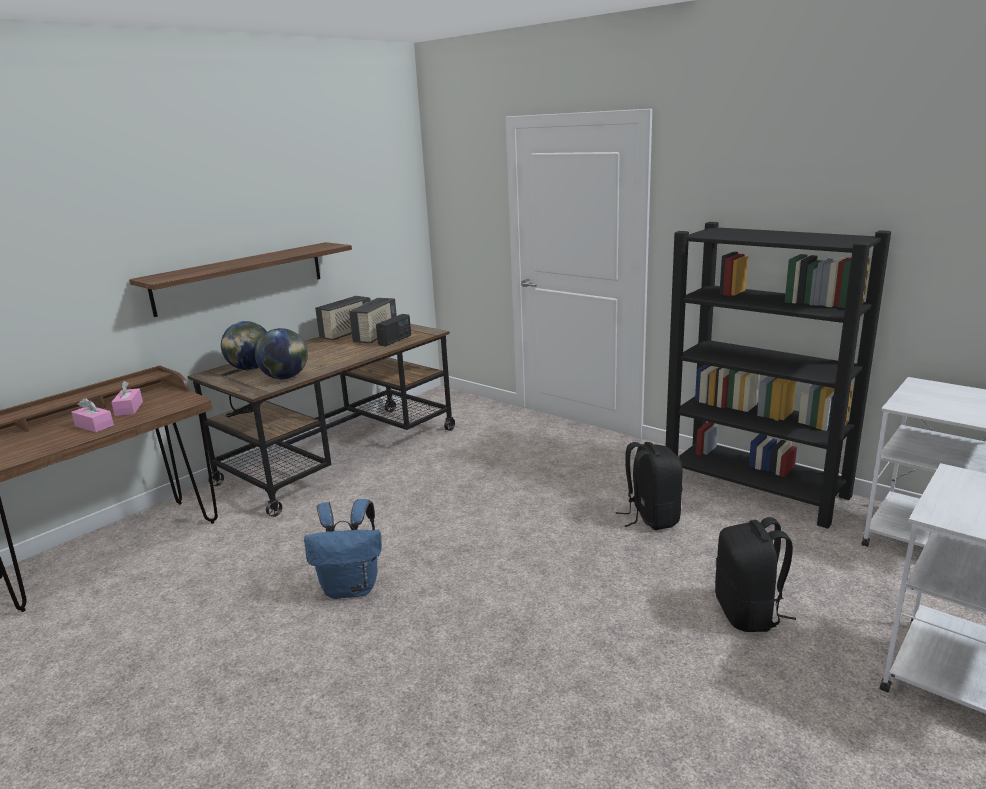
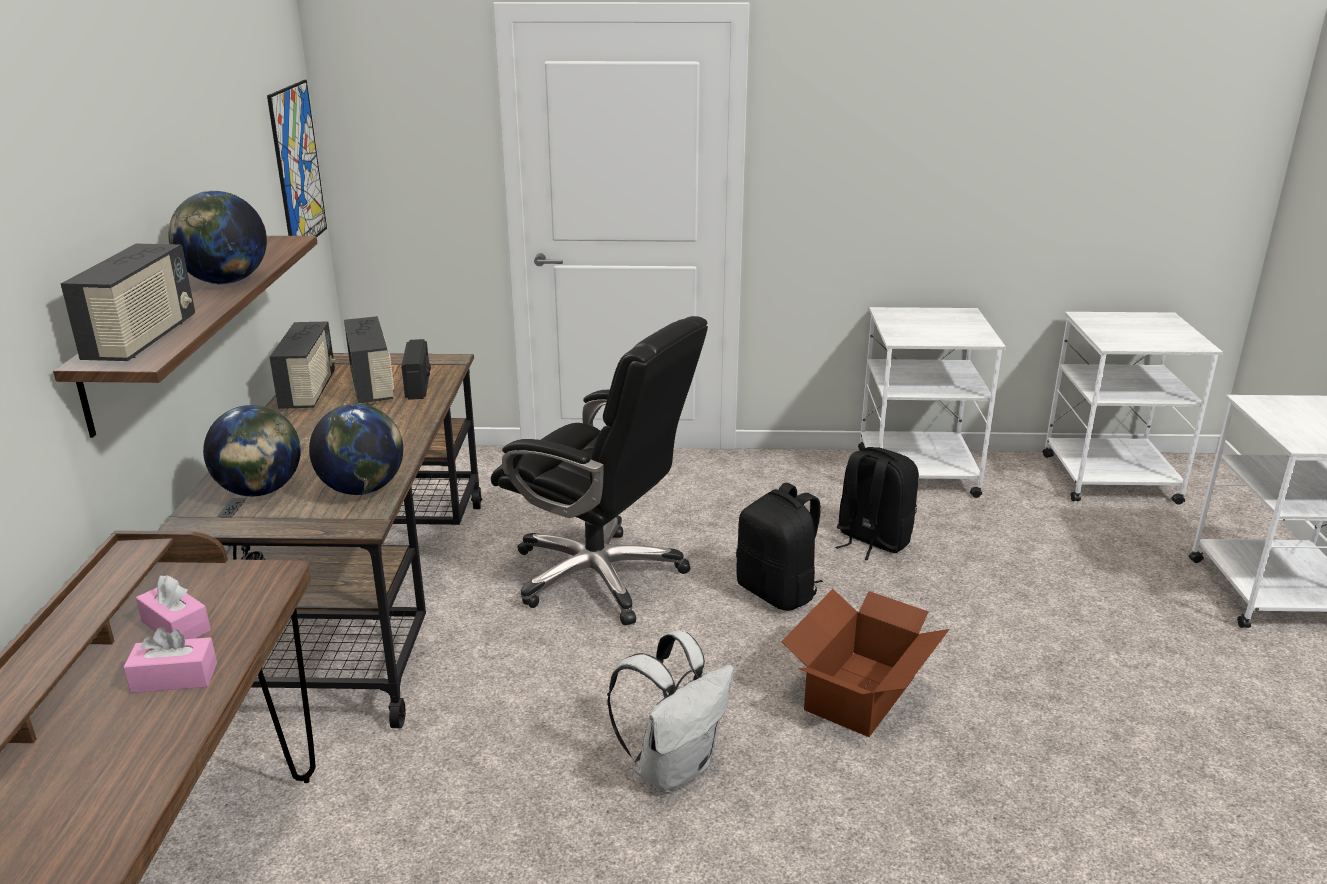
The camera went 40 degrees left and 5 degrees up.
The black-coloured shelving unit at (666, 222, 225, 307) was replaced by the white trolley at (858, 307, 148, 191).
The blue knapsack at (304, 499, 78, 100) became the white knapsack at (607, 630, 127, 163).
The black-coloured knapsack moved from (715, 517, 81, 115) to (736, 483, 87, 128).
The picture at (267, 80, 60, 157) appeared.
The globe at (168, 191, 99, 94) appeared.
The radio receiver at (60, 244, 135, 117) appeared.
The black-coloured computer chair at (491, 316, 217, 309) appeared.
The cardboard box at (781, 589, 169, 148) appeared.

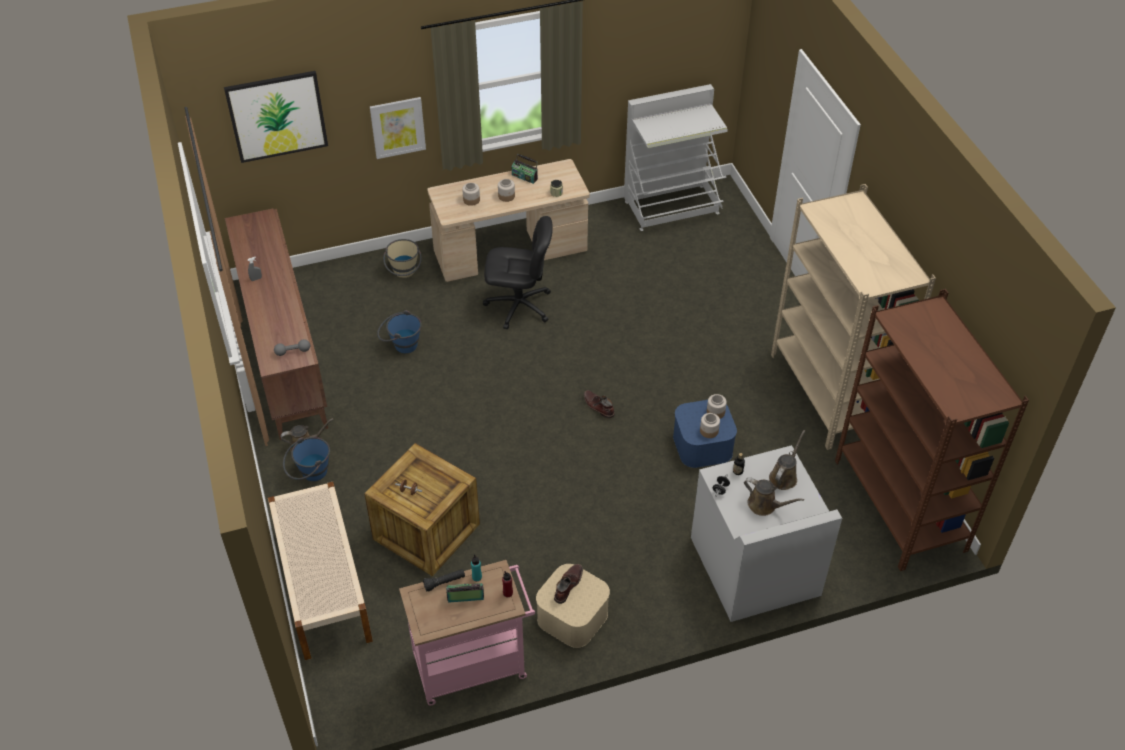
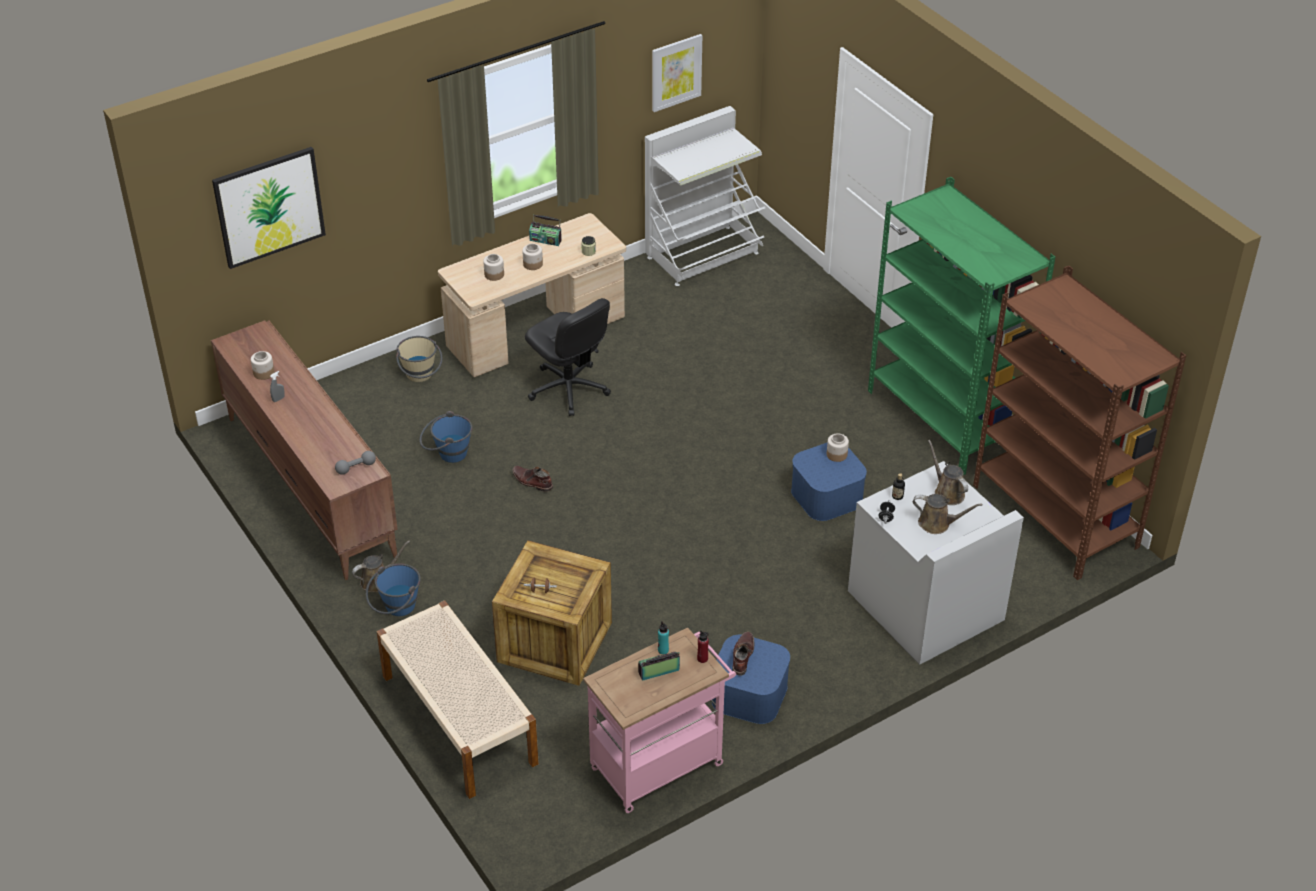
The camera went 15 degrees left and 5 degrees down.
The picture moved from (370, 97, 56, 62) to (652, 34, 50, 78).
The beige-coloured shelving unit at (771, 184, 165, 266) became the greenish shelving unit at (868, 177, 187, 298).
The black-coloured computer chair at (483, 216, 70, 114) turned 60 degrees clockwise.
The brown high-top boot moved from (584, 390, 31, 29) to (512, 466, 41, 26).
The storage jar moved from (700, 413, 20, 25) to (251, 351, 23, 29).
The brown watering can at (769, 430, 36, 60) turned 45 degrees counterclockwise.
The beige-coloured storage bin at (536, 564, 74, 84) became the blue storage bin at (712, 635, 78, 89).
The black-coloured torch at (423, 569, 42, 23) disappeared.

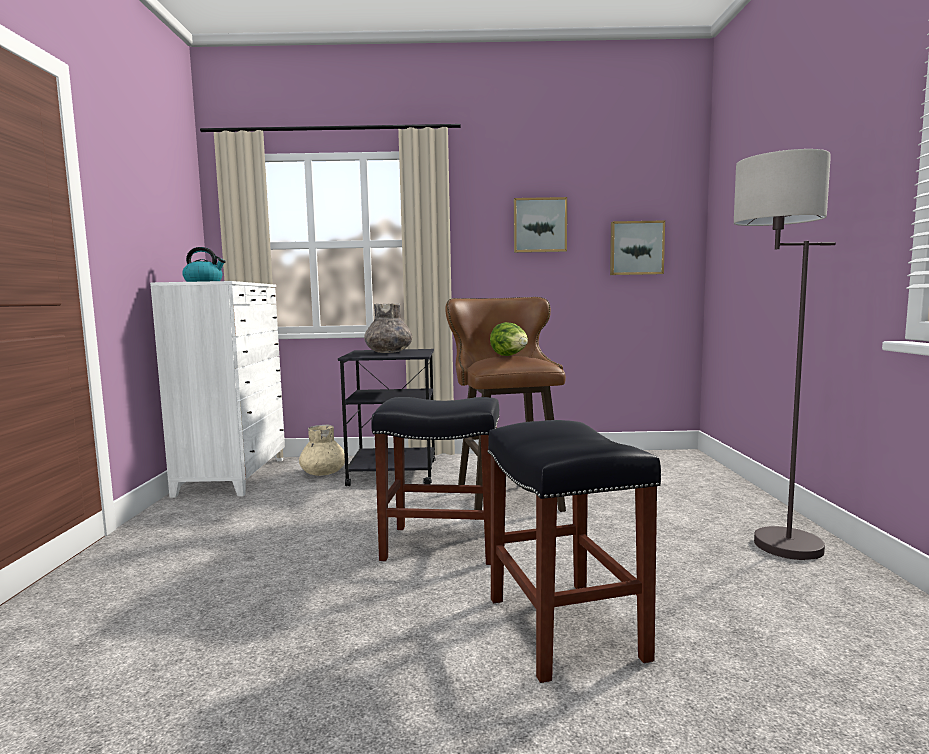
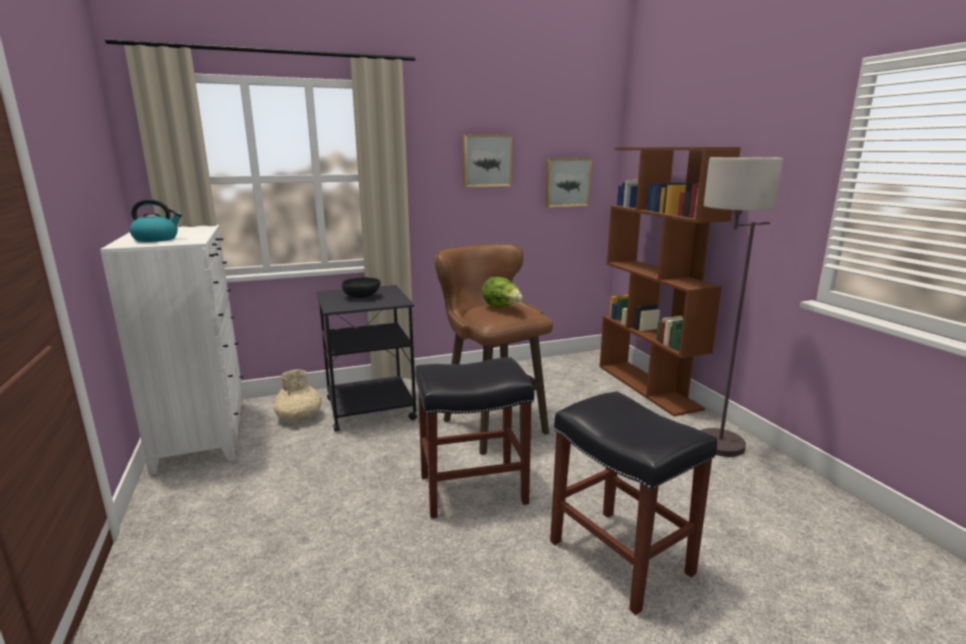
The camera went 20 degrees left and 10 degrees up.
The greyish vase at (364, 303, 48, 50) was replaced by the black-coloured deep dish at (342, 277, 39, 21).
The brown shelving unit at (600, 147, 141, 269) appeared.

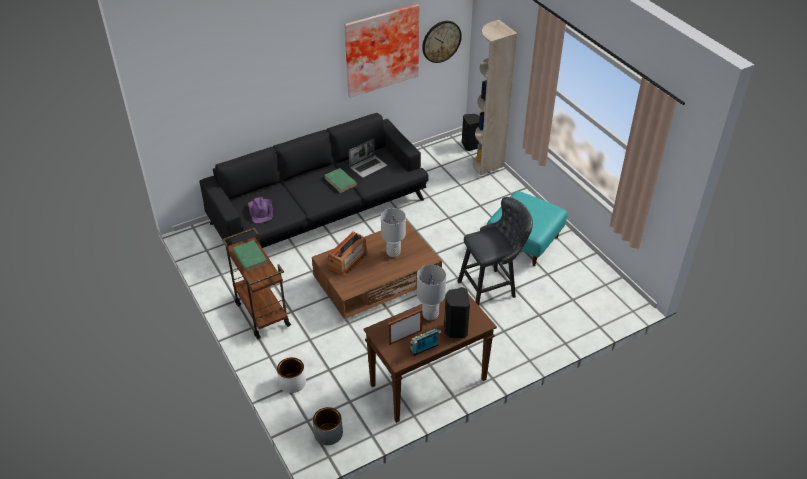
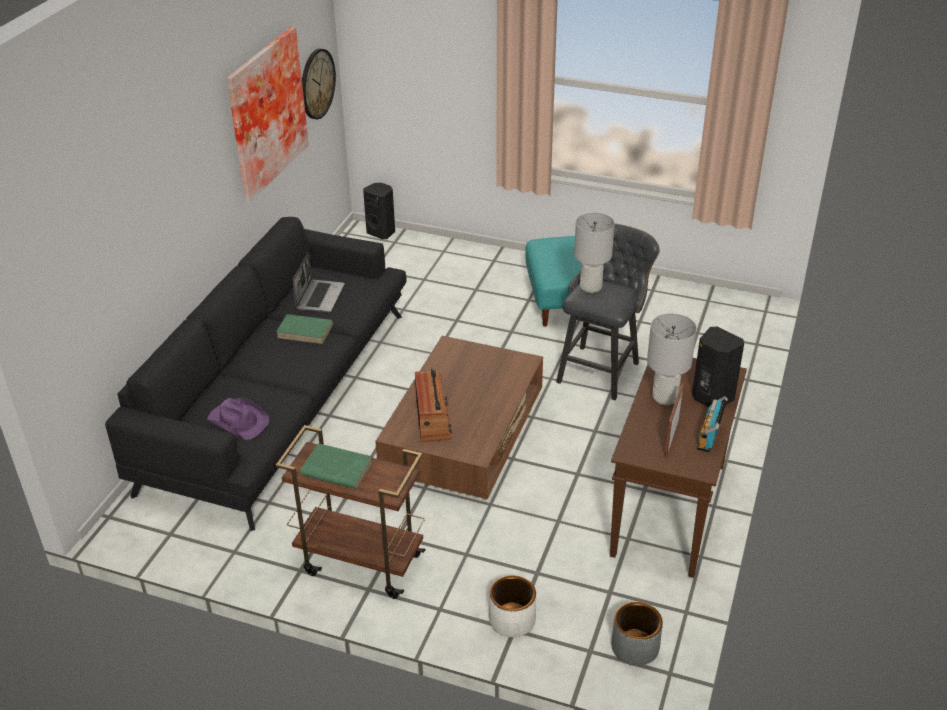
The camera went 40 degrees left and 5 degrees down.
The beige-coloured shelving unit at (473, 20, 44, 155) disappeared.
The greyish lamp for a table moved from (381, 208, 25, 49) to (574, 213, 41, 80).

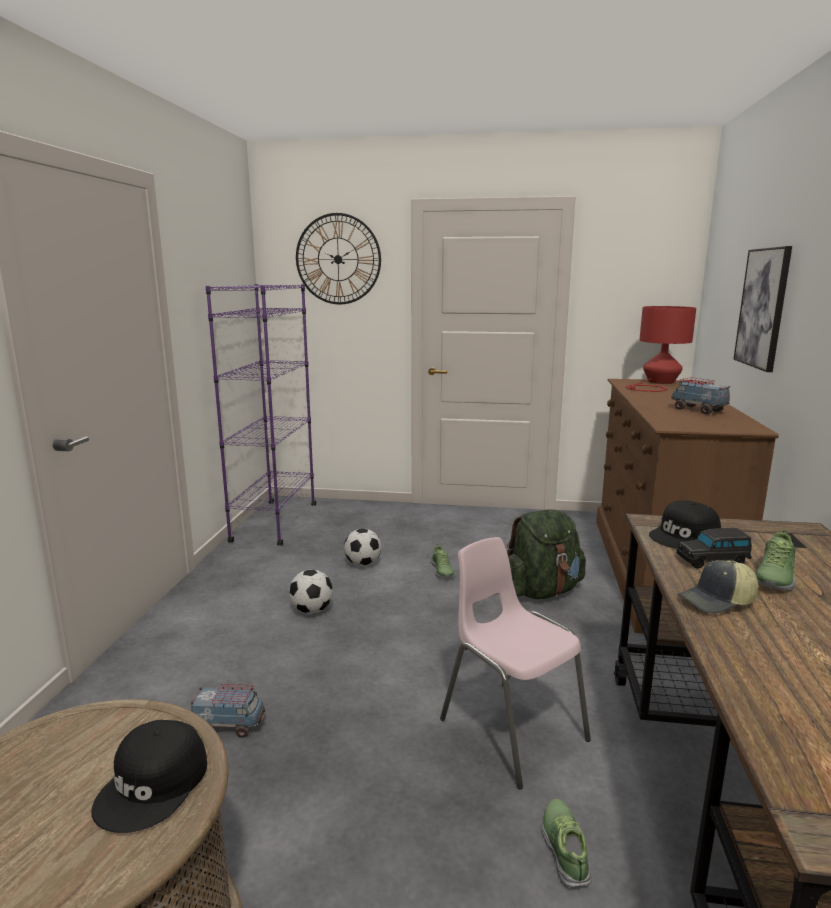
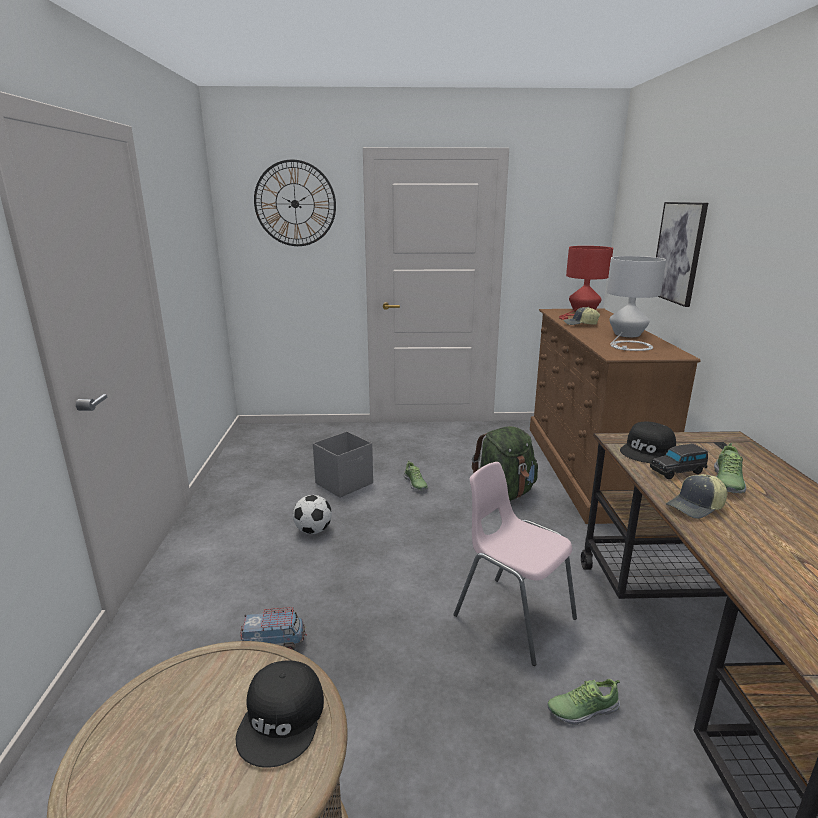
The camera went 10 degrees left and 5 degrees up.
The purplish shelving unit at (206, 284, 110, 262) disappeared.
The toy truck at (671, 377, 59, 37) was replaced by the greyish lamp for a table at (607, 256, 59, 95).
The ball for football at (344, 528, 37, 38) was replaced by the greyish storage bin at (313, 431, 60, 67).
The low shoe at (542, 799, 50, 89) turned 90 degrees counterclockwise.
The peaked cap at (564, 307, 36, 18) appeared.

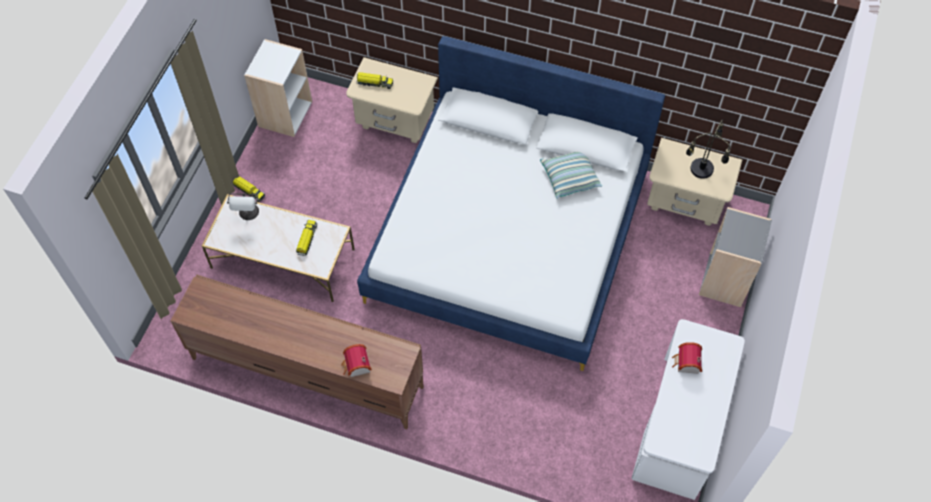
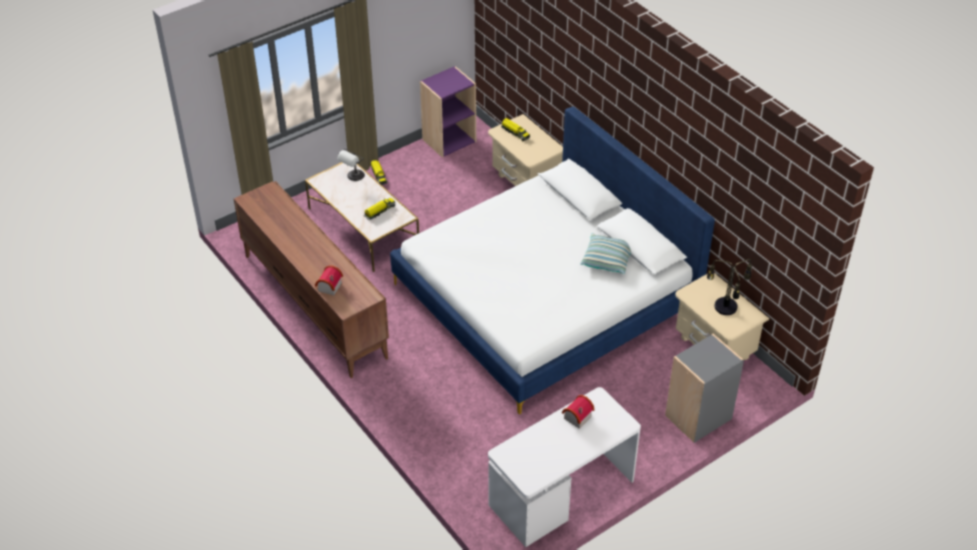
The camera went 35 degrees right and 15 degrees down.
The white shelving unit at (244, 39, 68, 98) became the purplish shelving unit at (420, 66, 56, 91).

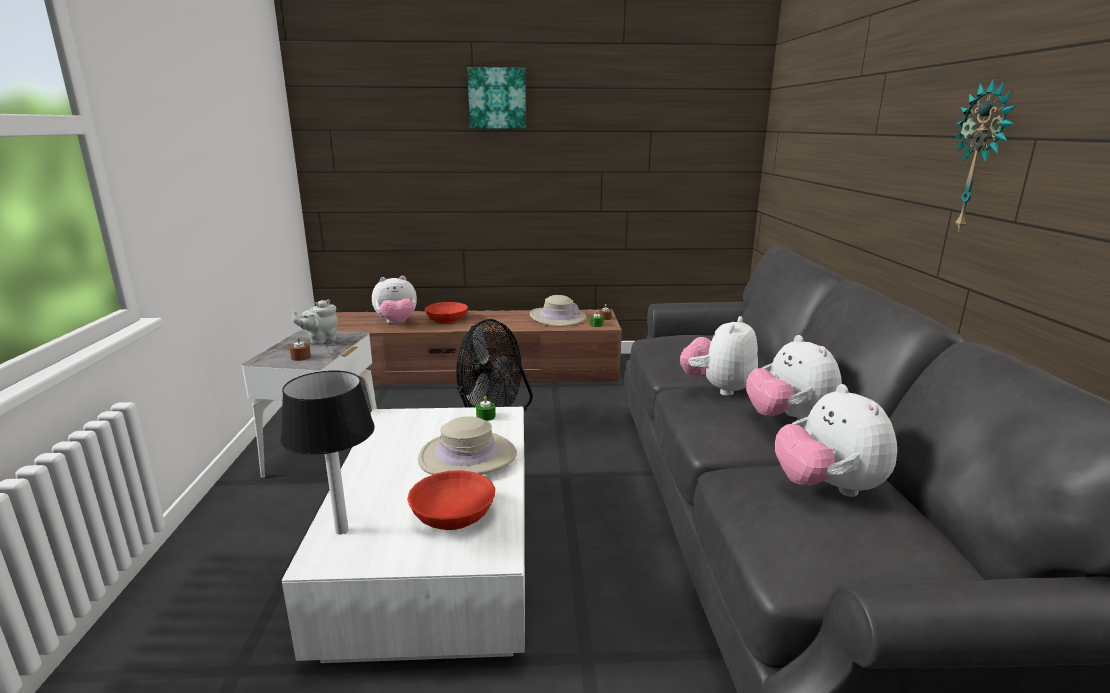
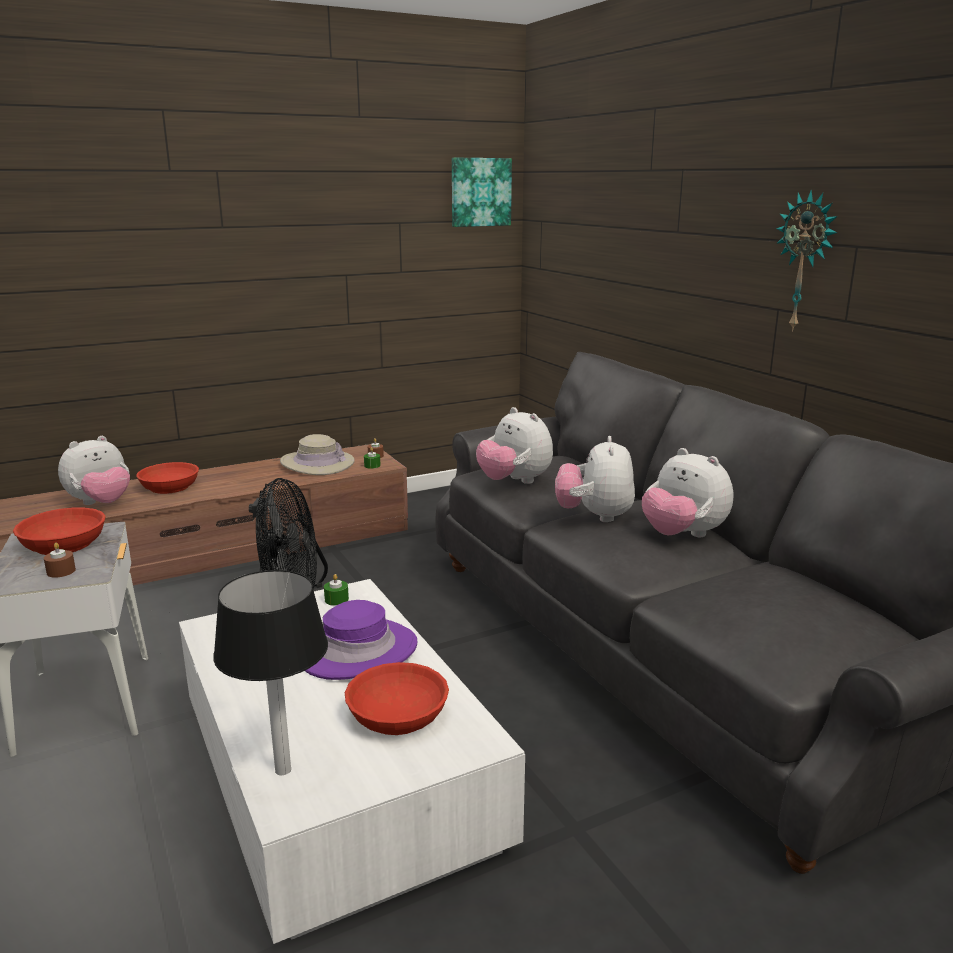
The camera went 25 degrees left and 0 degrees up.
The picture moved from (468, 67, 58, 62) to (452, 158, 60, 69).
The greyish pot for tea at (292, 300, 46, 45) was replaced by the reddish deep dish at (13, 507, 93, 48).
The soft toy moved from (775, 384, 122, 113) to (476, 407, 77, 77).
The beige-coloured wearable hat at (418, 416, 99, 59) became the purplish wearable hat at (305, 600, 112, 80).

